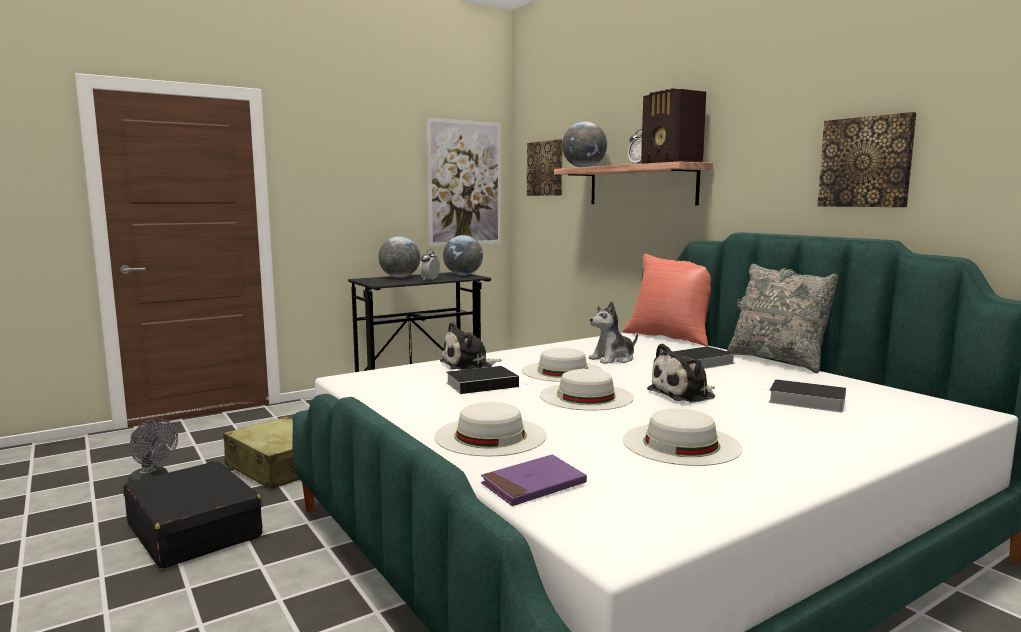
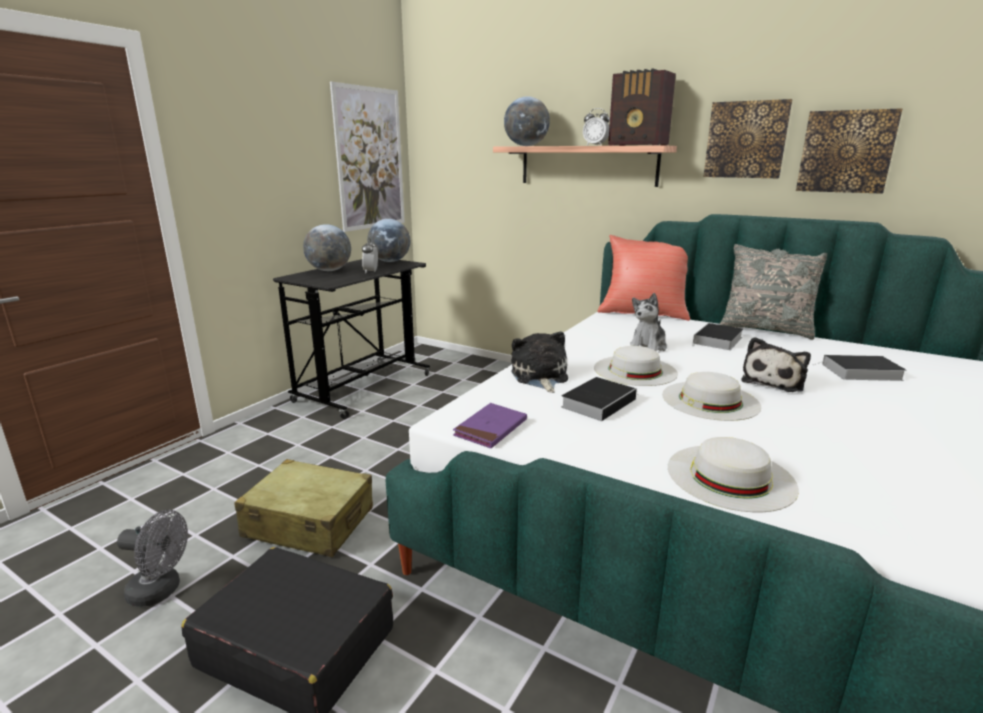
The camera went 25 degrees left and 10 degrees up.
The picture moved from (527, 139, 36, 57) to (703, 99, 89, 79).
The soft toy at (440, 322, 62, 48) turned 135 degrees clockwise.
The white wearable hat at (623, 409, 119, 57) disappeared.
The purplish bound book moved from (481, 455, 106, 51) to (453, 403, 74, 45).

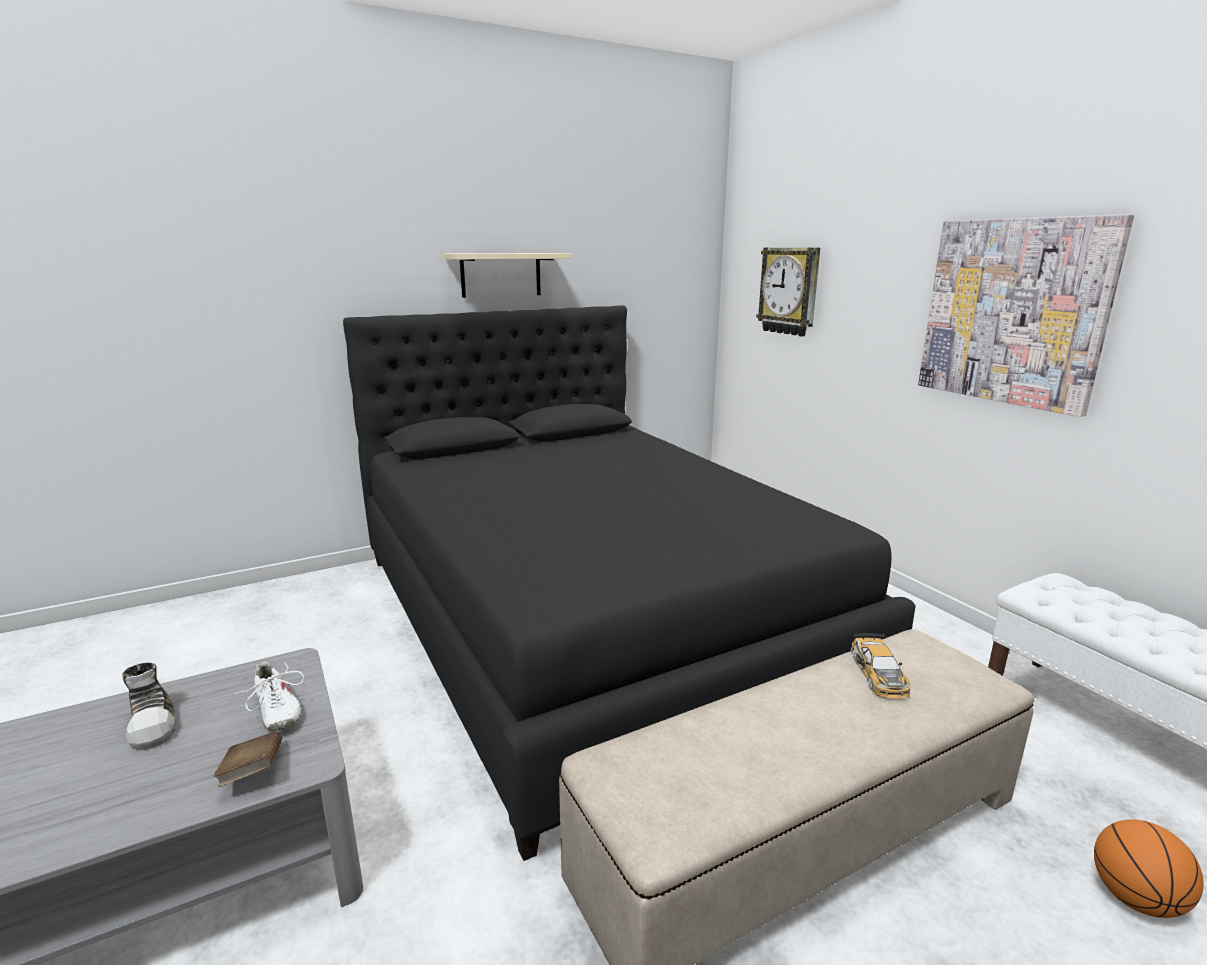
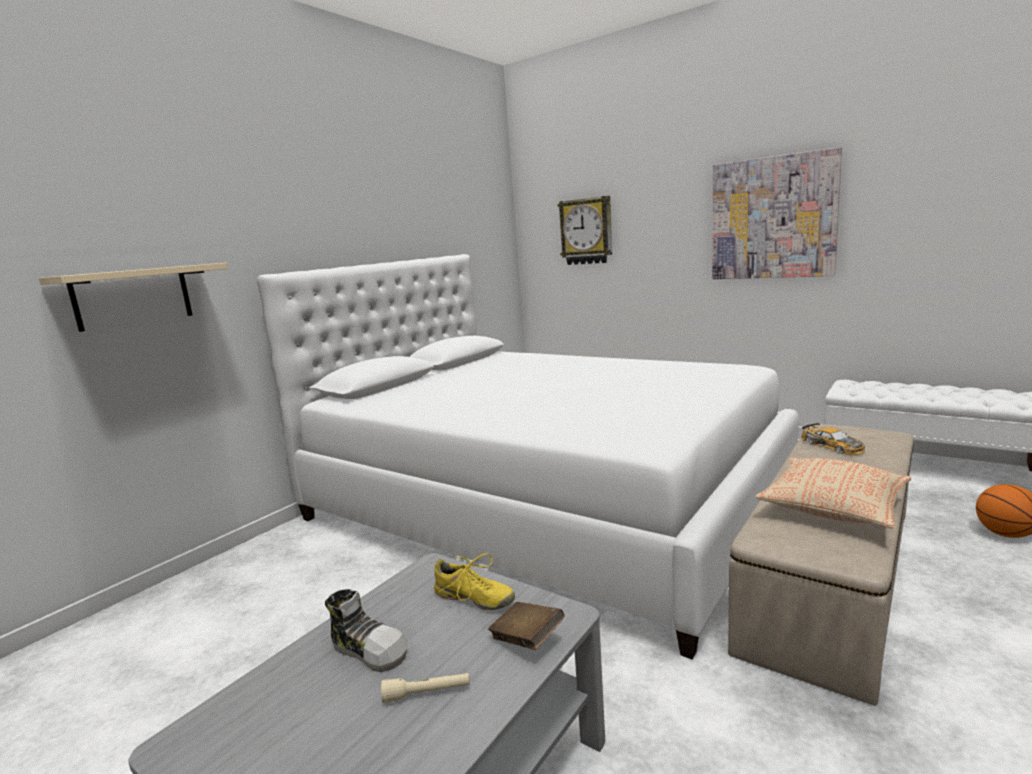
The camera went 25 degrees left and 5 degrees down.
The beige-coloured wall shelf moved from (444, 253, 128, 45) to (38, 263, 190, 69).
The black-coloured sleeping bed at (343, 305, 573, 556) became the white sleeping bed at (257, 254, 542, 405).
The white low shoe at (235, 661, 69, 70) became the yellow-coloured low shoe at (434, 553, 81, 57).
The beige-coloured throw pillow at (755, 457, 156, 71) appeared.
The beige-coloured torch at (381, 673, 89, 30) appeared.

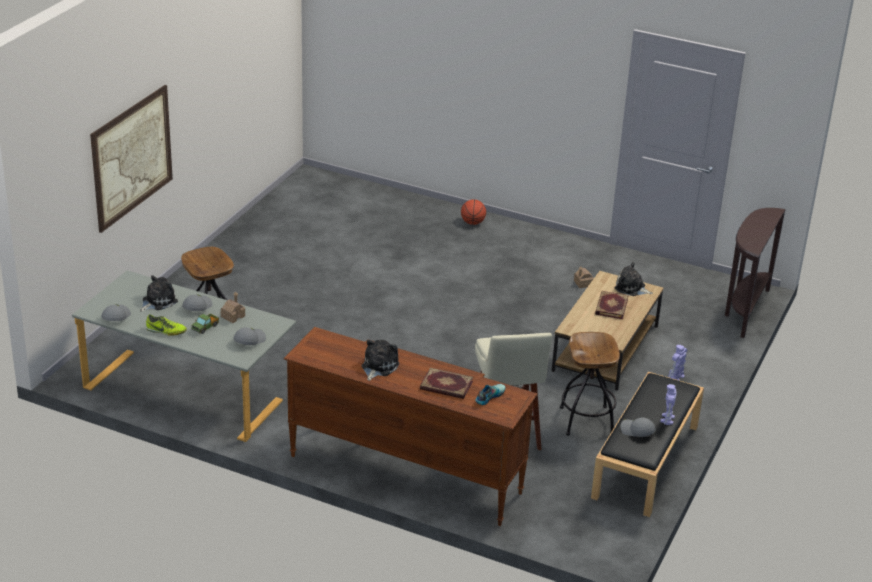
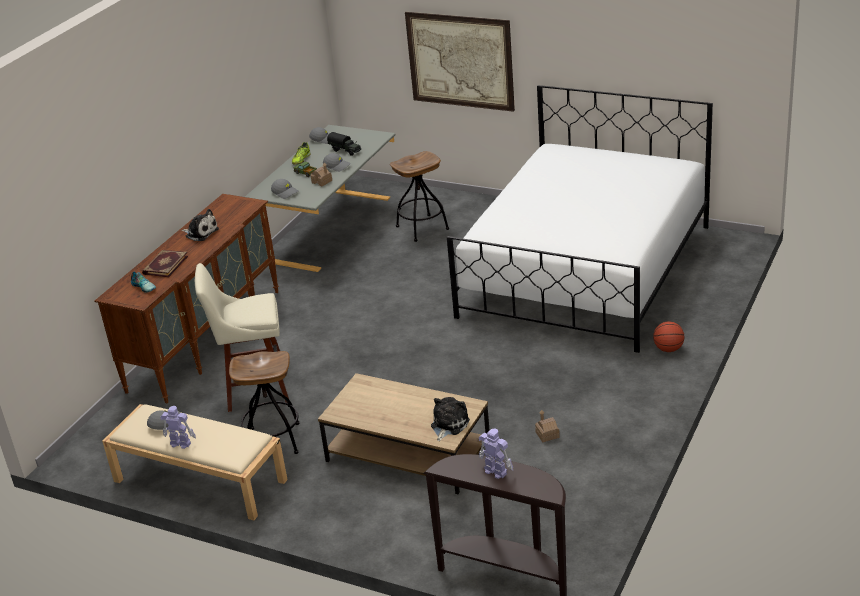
The camera went 95 degrees right and 0 degrees up.
The soft toy at (140, 275, 38, 37) was replaced by the toy truck at (327, 132, 35, 24).
The bound book at (595, 291, 34, 28) disappeared.
The robot figure moved from (668, 345, 19, 36) to (479, 428, 34, 51).
The black-coloured bench at (591, 372, 113, 145) became the beige-coloured bench at (102, 404, 186, 116).
The white sleeping bed at (447, 85, 266, 268) appeared.

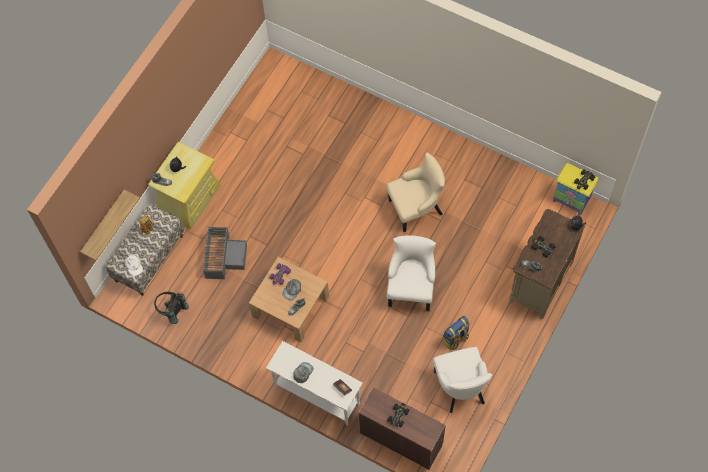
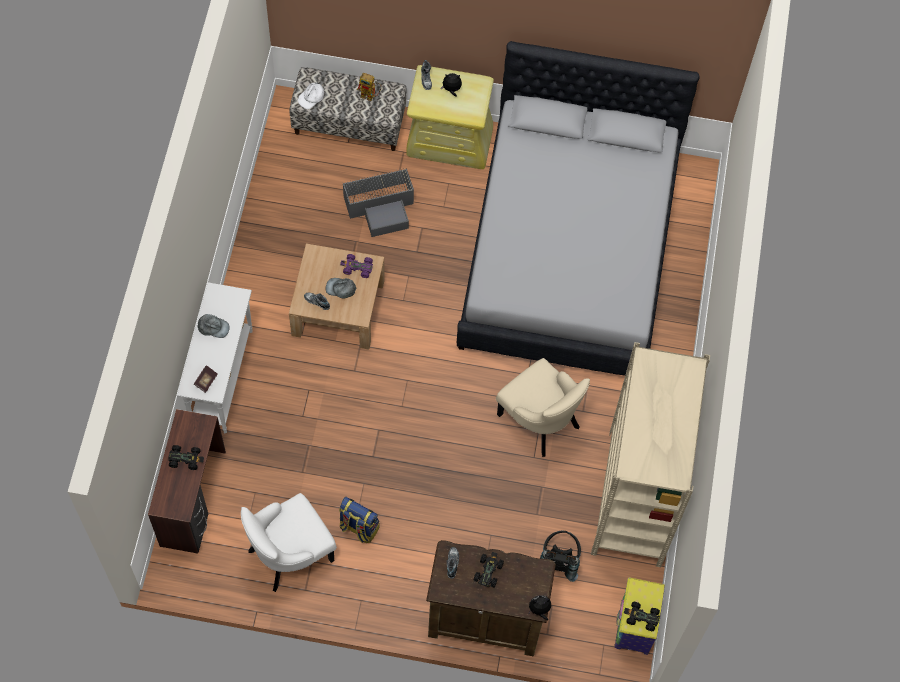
The camera went 65 degrees right and 0 degrees up.
The wall shelf at (80, 190, 60, 71) disappeared.
The white chair at (386, 235, 50, 76) disappeared.
The black-coloured knapsack moved from (154, 292, 35, 32) to (540, 530, 41, 52).
The greyish sleeping bed at (457, 41, 242, 335) appeared.
The beige-coloured shelving unit at (591, 342, 119, 225) appeared.

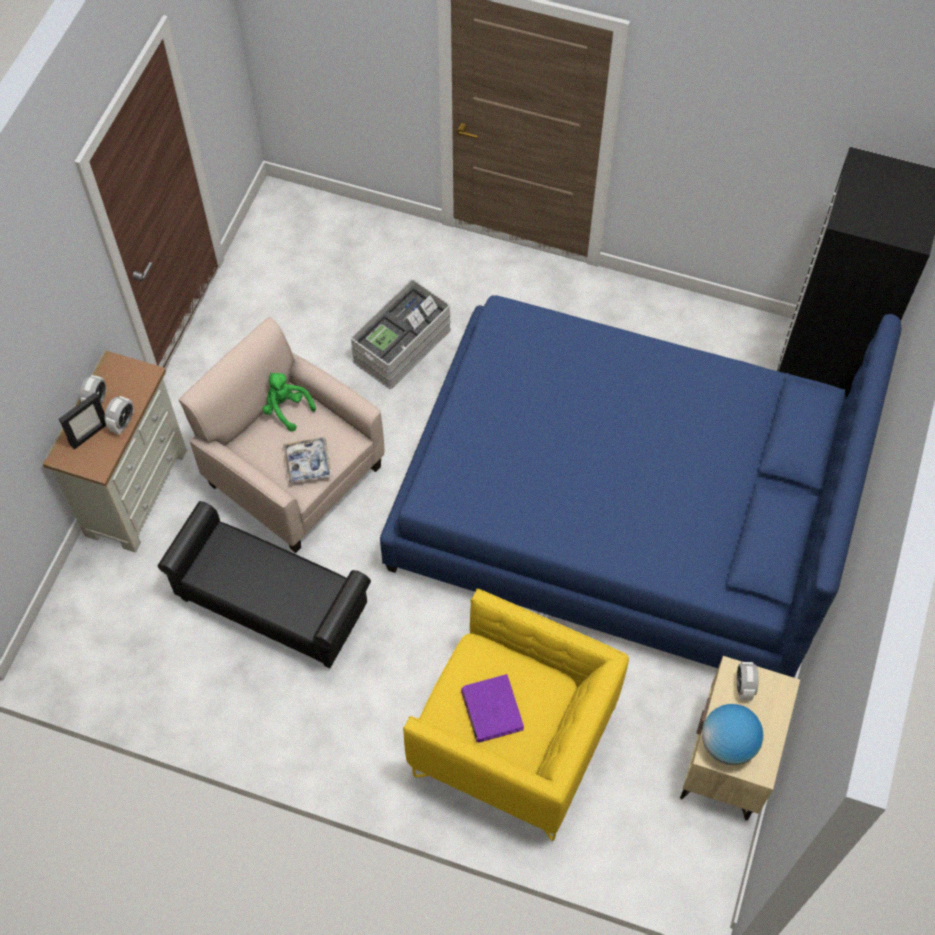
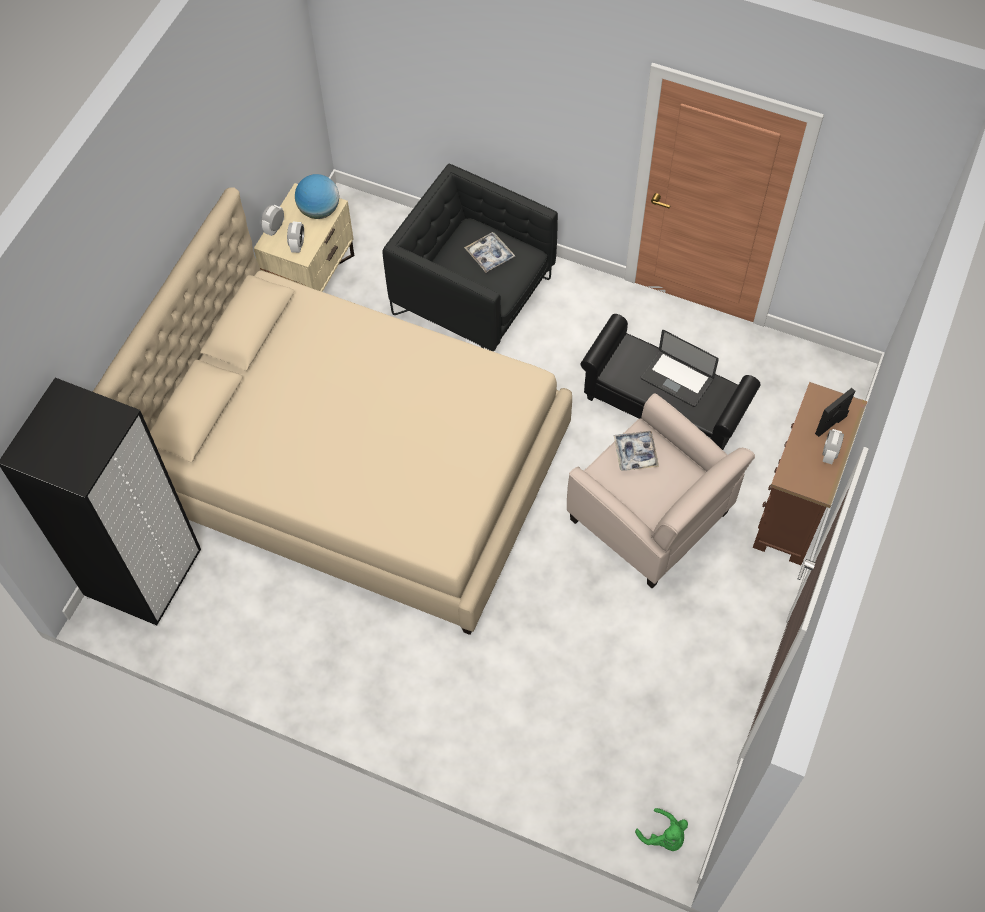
The camera went 175 degrees left and 0 degrees up.
The greyish storage bin at (351, 279, 100, 110) disappeared.
The blue sleeping bed at (380, 295, 522, 383) became the beige-coloured sleeping bed at (93, 187, 479, 448).
The white chest of drawers at (43, 350, 144, 203) became the brown chest of drawers at (753, 382, 115, 183).
The greenish soft toy moved from (262, 372, 54, 60) to (635, 808, 53, 43).
The bedside clock moved from (104, 396, 30, 39) to (261, 205, 23, 31).
The yellow-coloured armchair at (403, 589, 226, 252) became the black-coloured armchair at (383, 164, 175, 187).
The purplish bound book at (461, 674, 63, 68) was replaced by the serving tray at (464, 232, 51, 41).
The laptop at (641, 330, 78, 77) appeared.

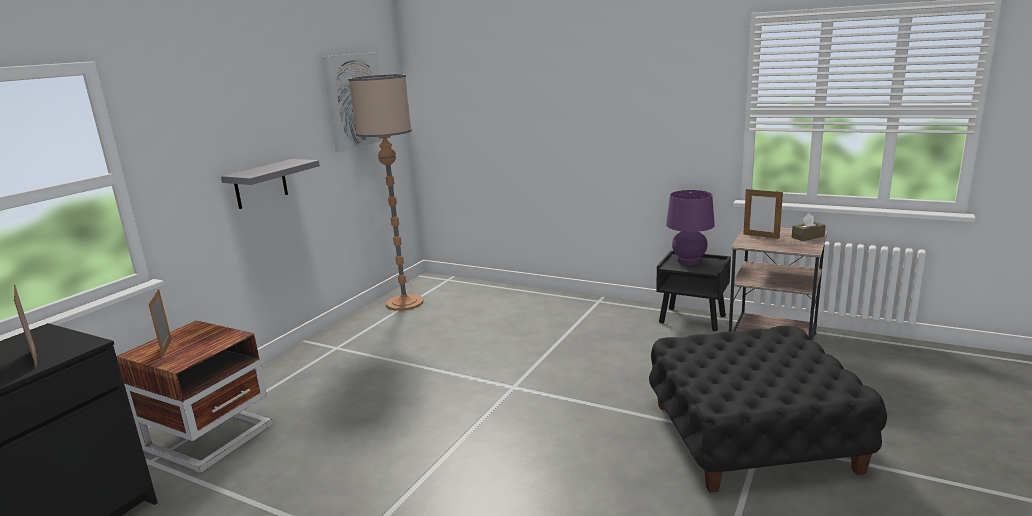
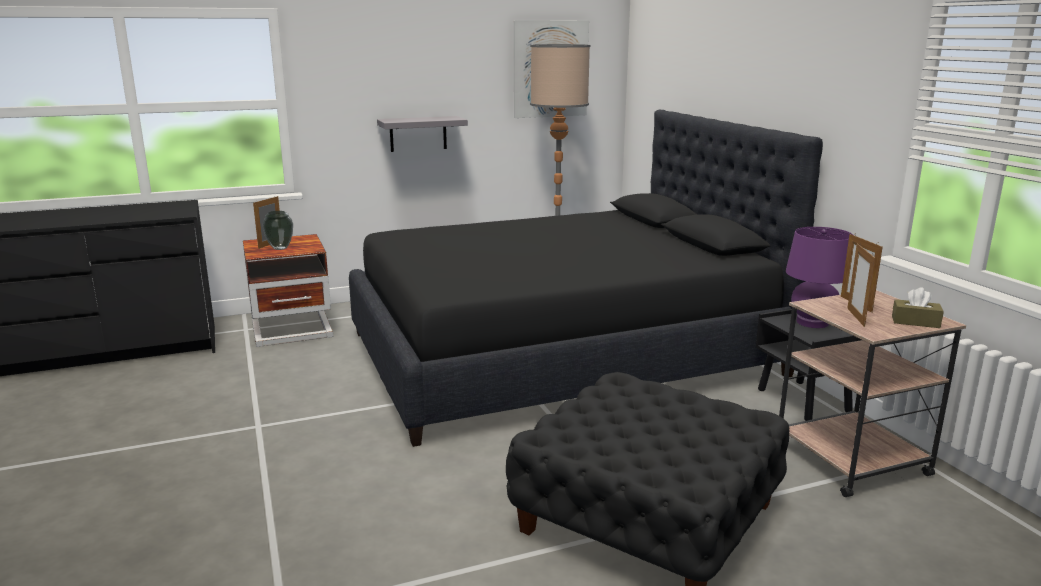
The camera went 40 degrees right and 0 degrees up.
The picture frame moved from (14, 285, 23, 82) to (847, 244, 28, 83).
The black-coloured sleeping bed at (349, 110, 474, 337) appeared.
The vase at (262, 211, 31, 39) appeared.

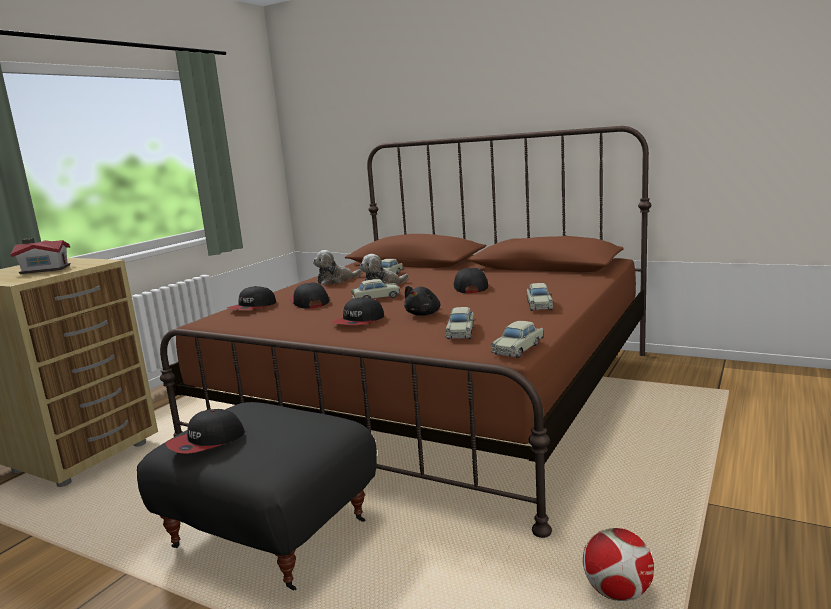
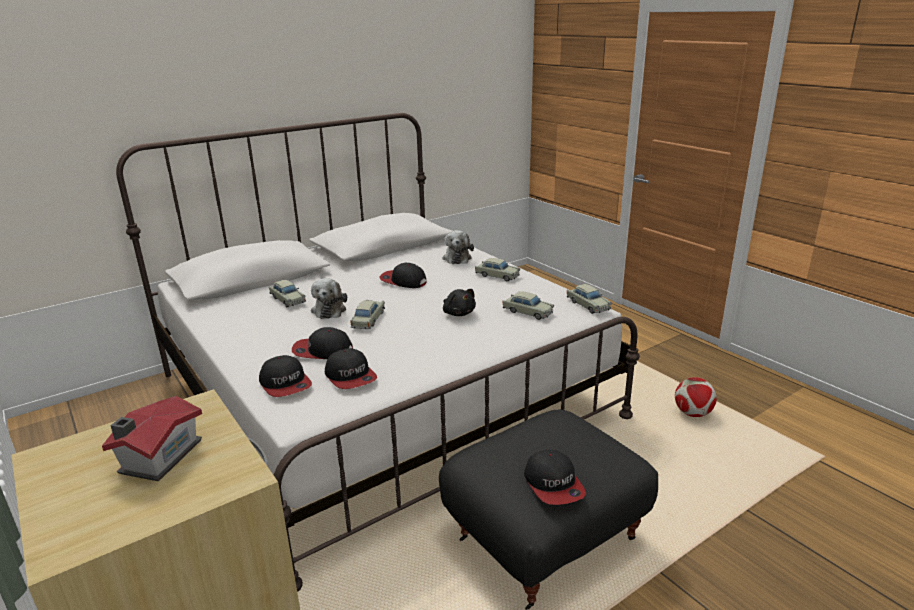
The camera went 65 degrees left and 10 degrees up.
The brown sleeping bed at (160, 126, 491, 412) became the white sleeping bed at (116, 113, 524, 479).
The soft toy moved from (313, 250, 49, 35) to (442, 230, 32, 34).
The peaked cap moved from (331, 297, 53, 28) to (325, 348, 52, 41).

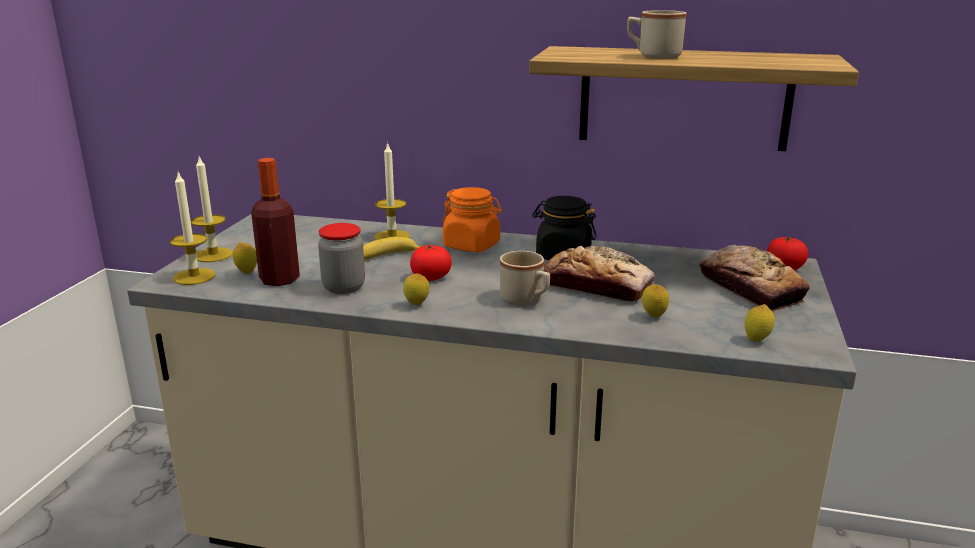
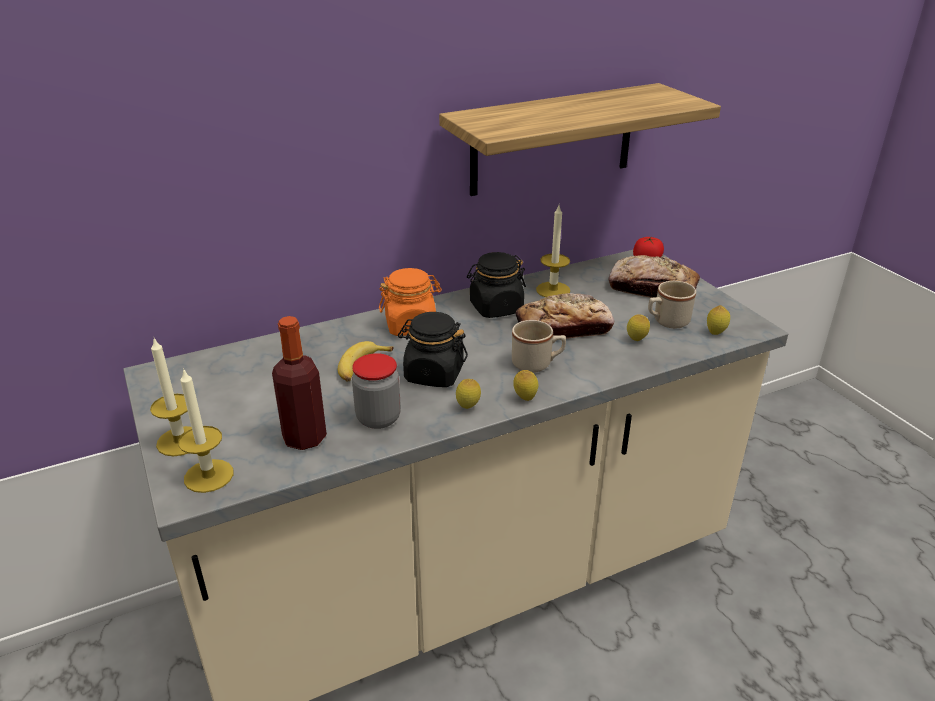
The camera went 40 degrees left and 10 degrees up.
The beige-coloured mug moved from (627, 10, 59, 49) to (648, 281, 48, 47).
The candle moved from (374, 142, 36, 98) to (536, 205, 34, 92).
The citrus fruit moved from (233, 242, 24, 32) to (513, 370, 26, 31).
The fresh tomato at (410, 244, 42, 37) was replaced by the black-coloured storage jar at (398, 312, 70, 75).

